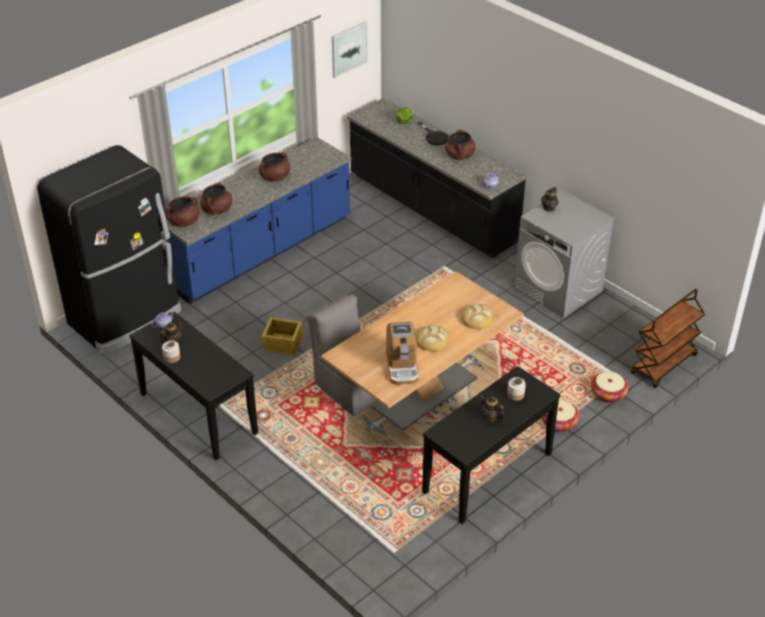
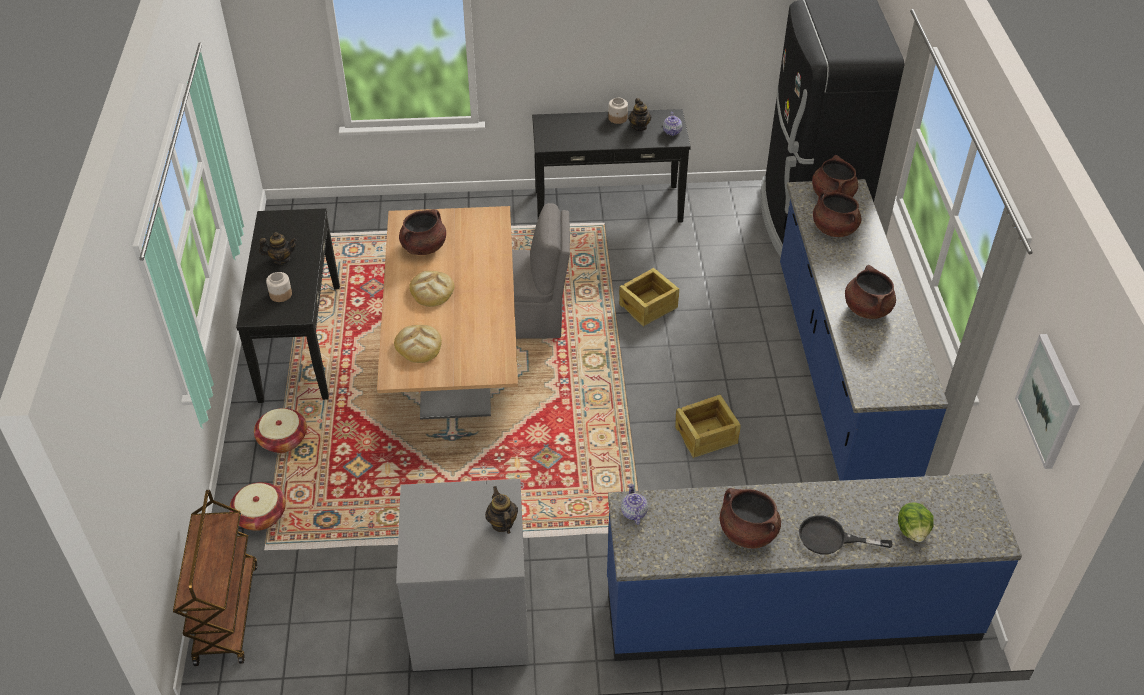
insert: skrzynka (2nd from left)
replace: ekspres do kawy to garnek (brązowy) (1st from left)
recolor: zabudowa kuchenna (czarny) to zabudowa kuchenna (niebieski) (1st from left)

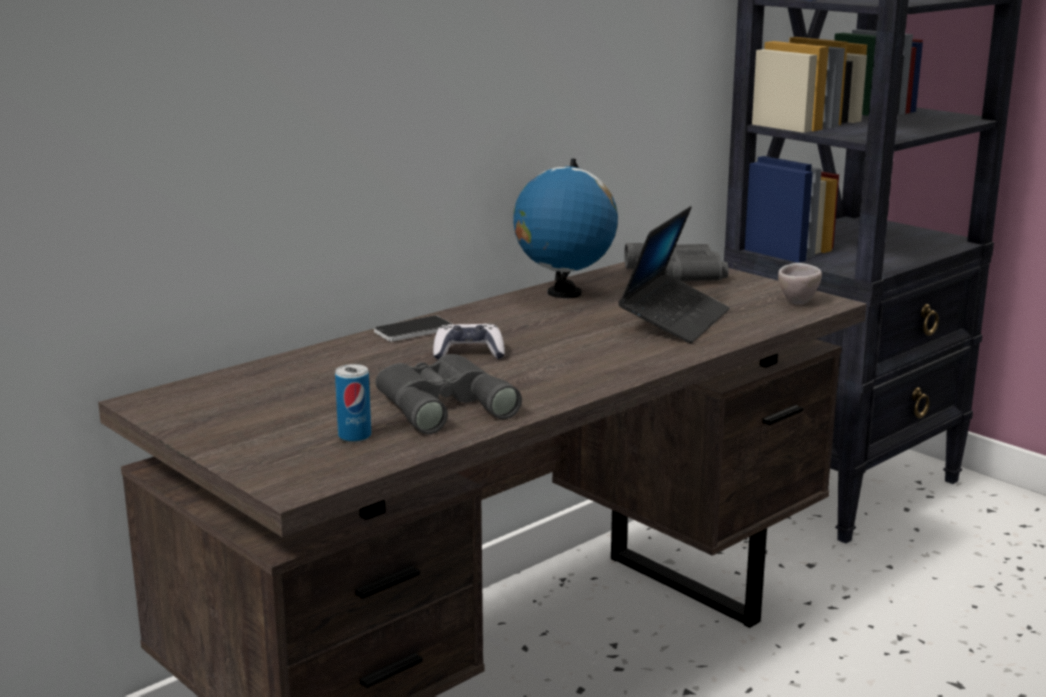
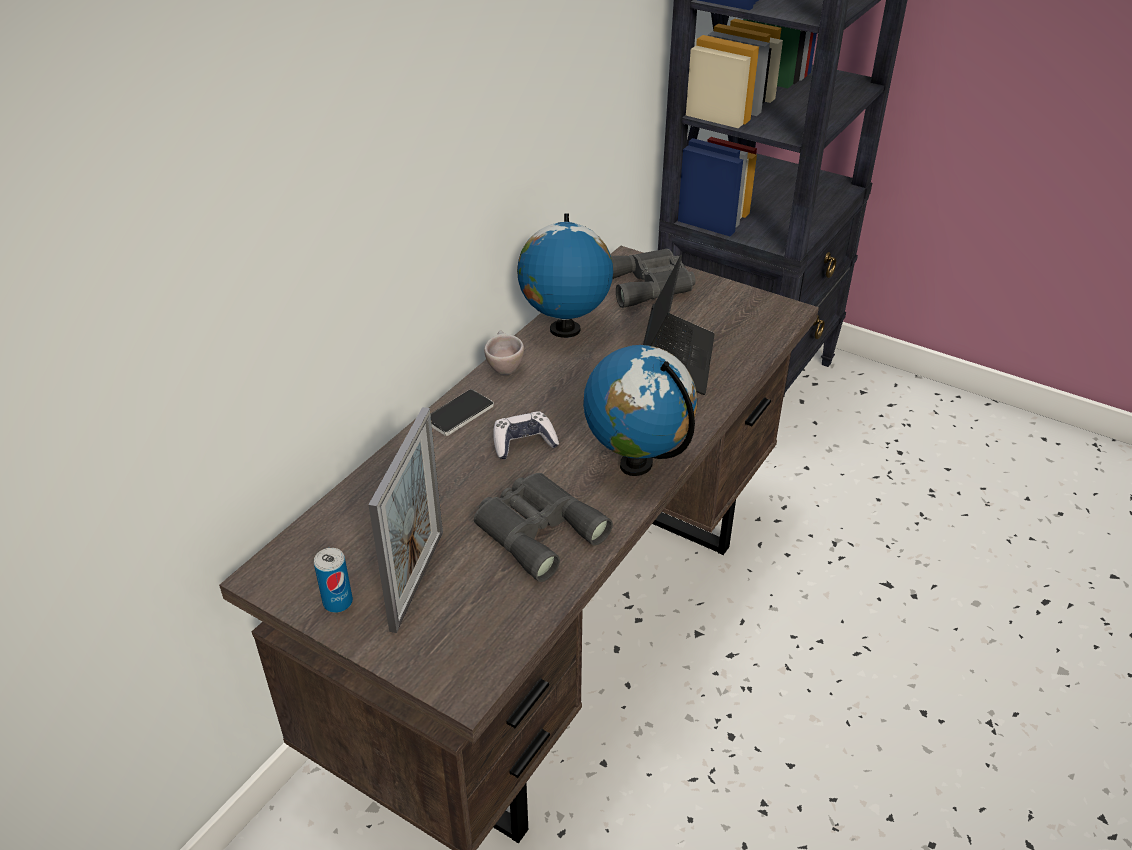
insert: ramka na zdjęcie; globus (2nd from left)
move: puszka; filiżanka (beżowy)

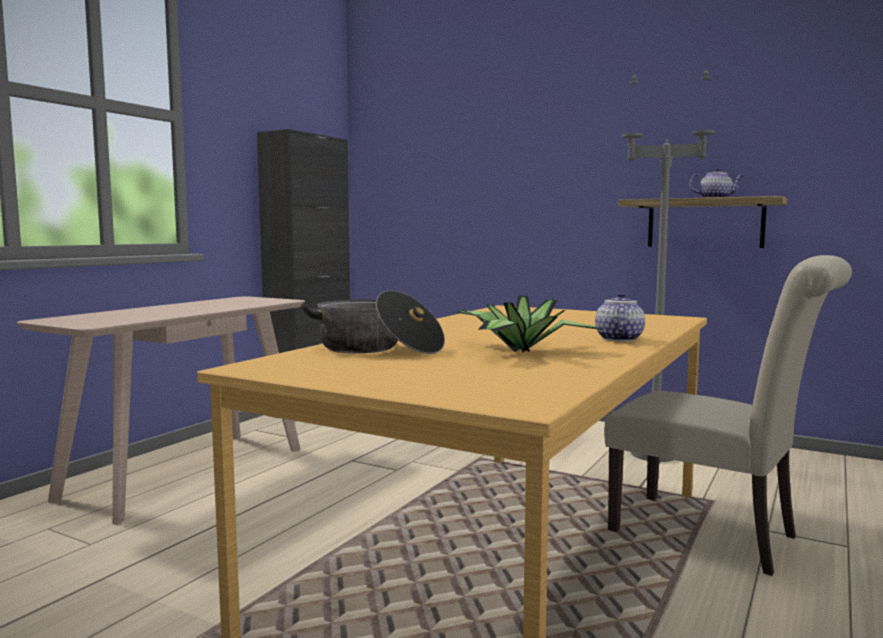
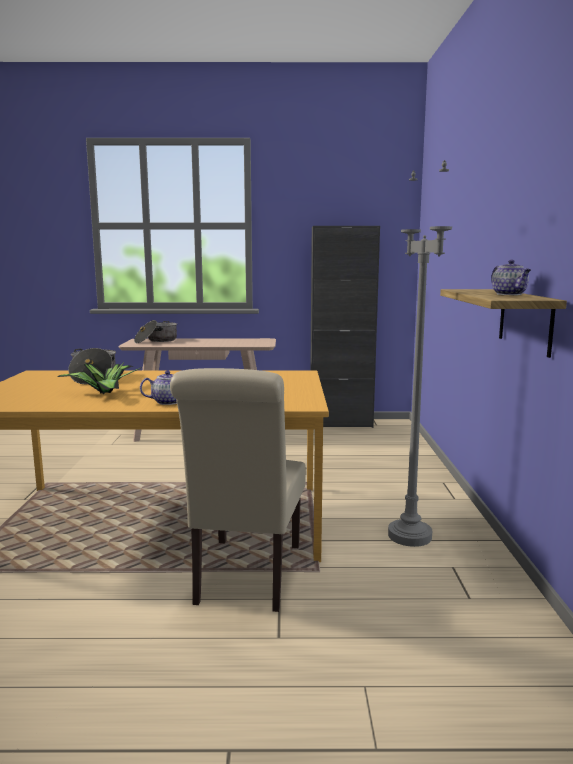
insert: garnek (2nd from left)

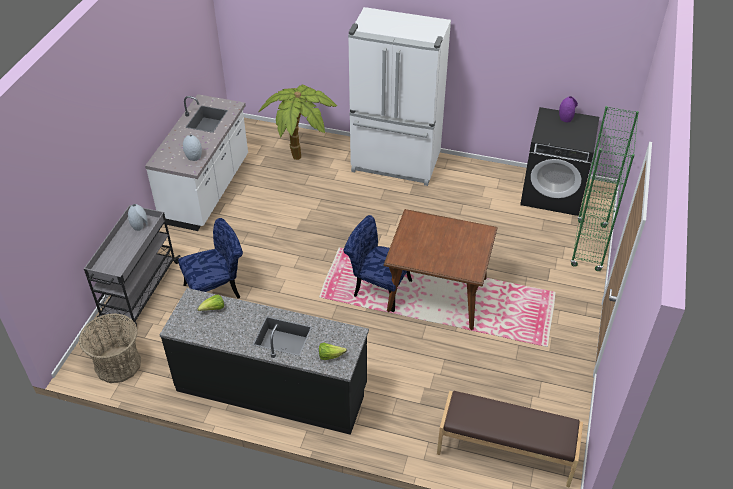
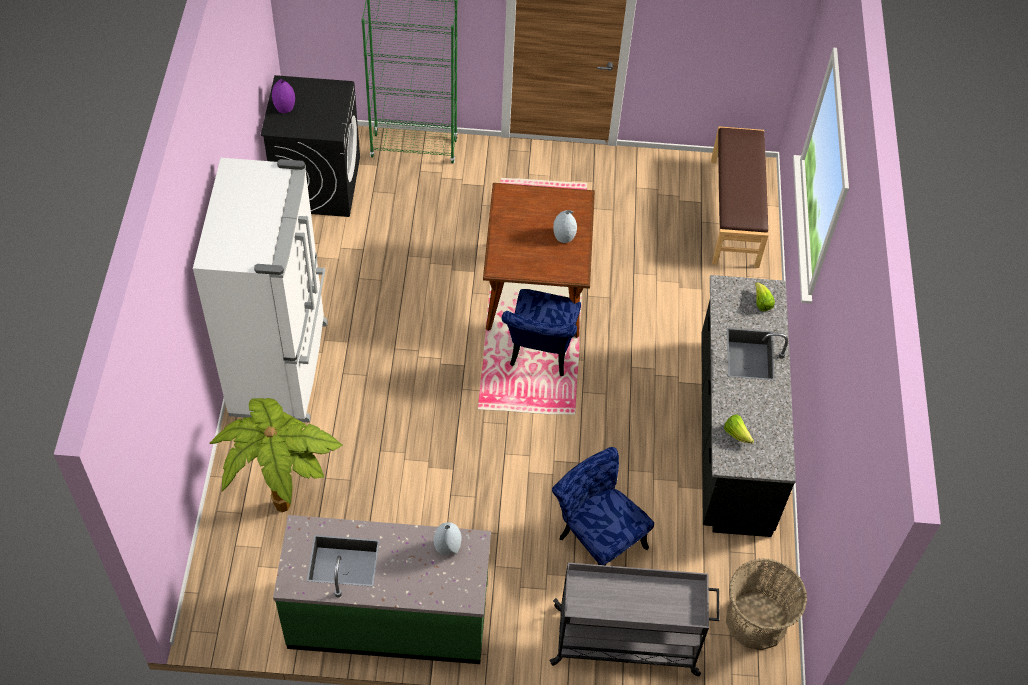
move: wazon (szary) (1st from left in the first image) to wazon (szary) (2nd from left)
recolor: zabudowa kuchenna (biały) to zabudowa kuchenna (zielony)

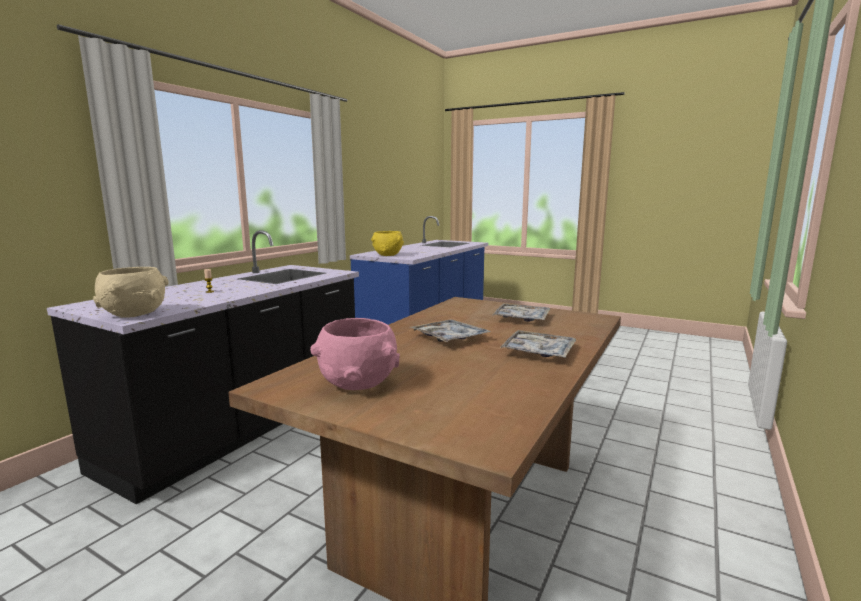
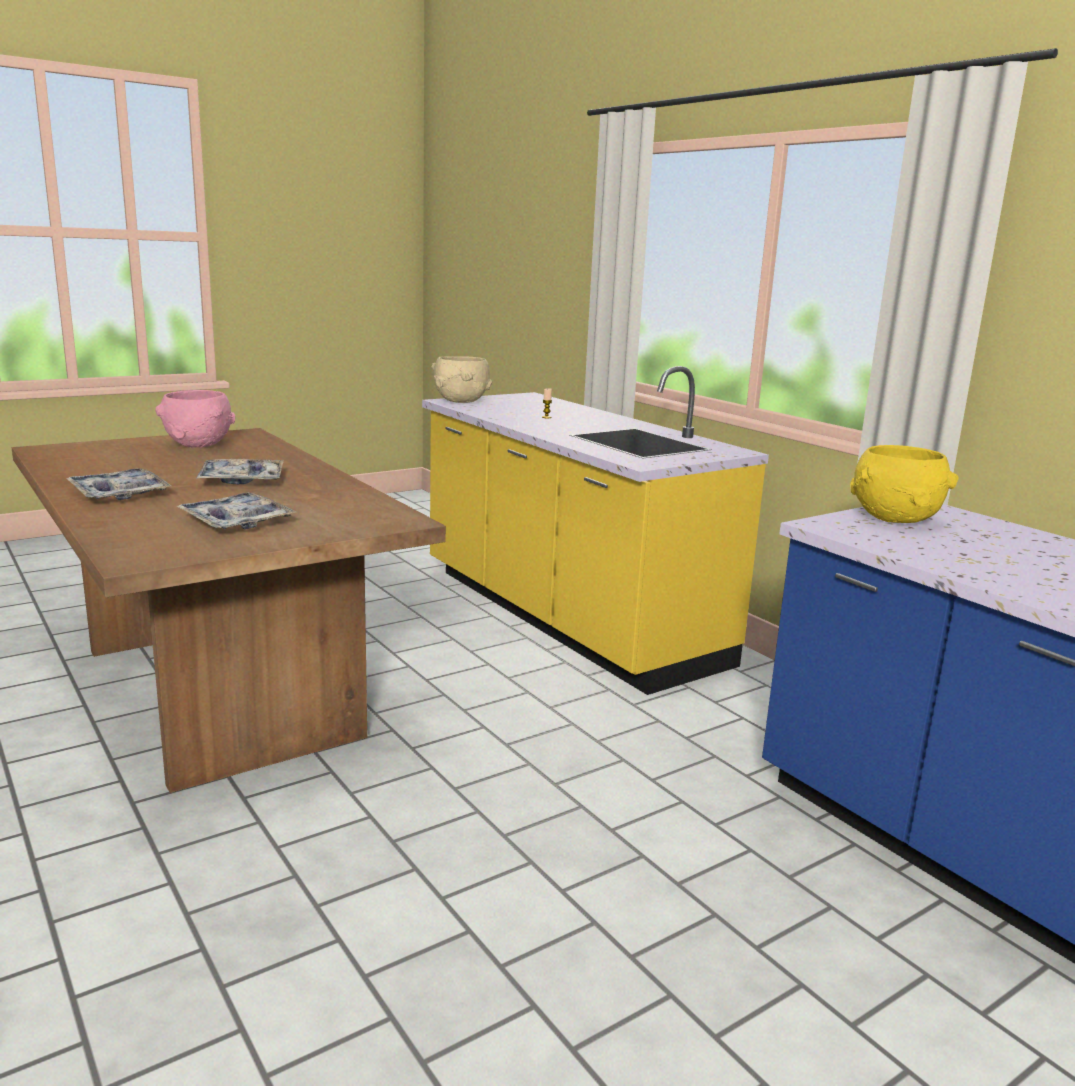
recolor: zabudowa kuchenna (czarny) to zabudowa kuchenna (żółty)

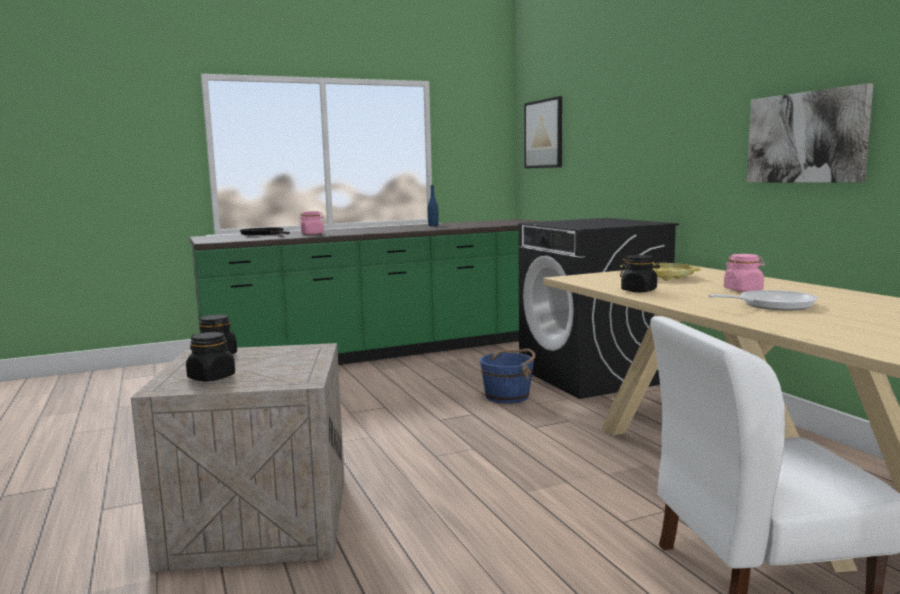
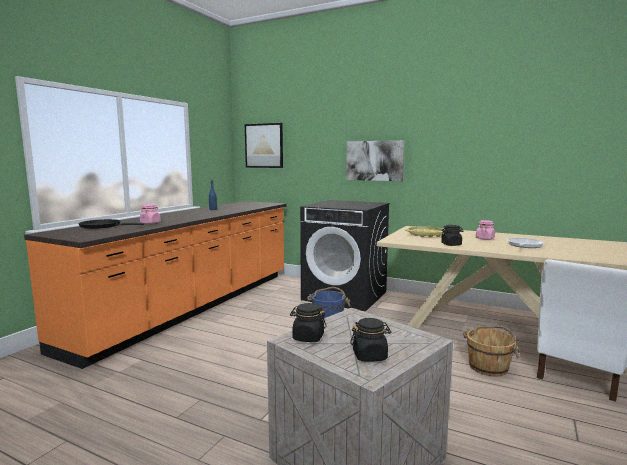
insert: wiadro (brązowy)
move: obraz (2nd from left)
recolor: zabudowa kuchenna (zielony) to zabudowa kuchenna (pomarańczowy)

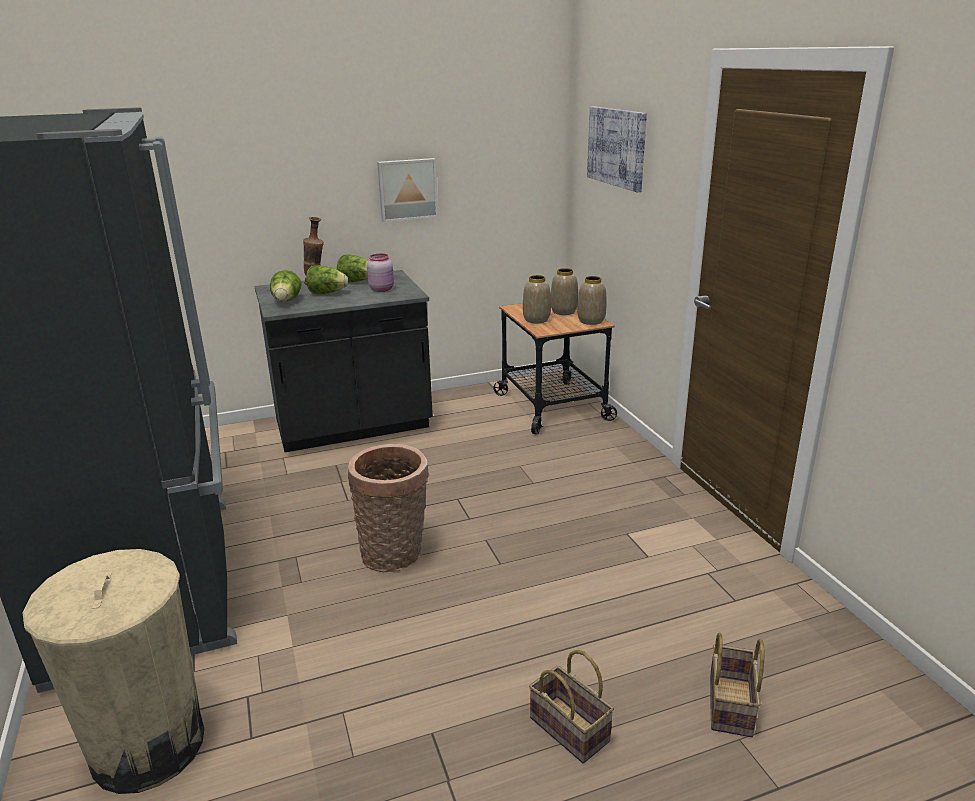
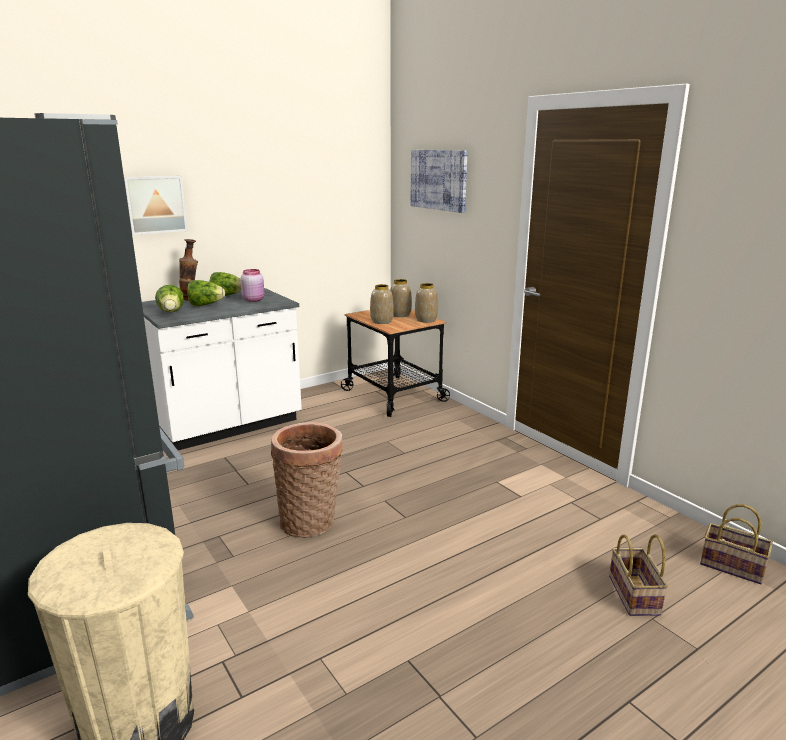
move: obraz (1st from left); koszyk (2nd from left in the first image) to koszyk (3rd from left)
recolor: zabudowa kuchenna (czarny) to zabudowa kuchenna (biały)

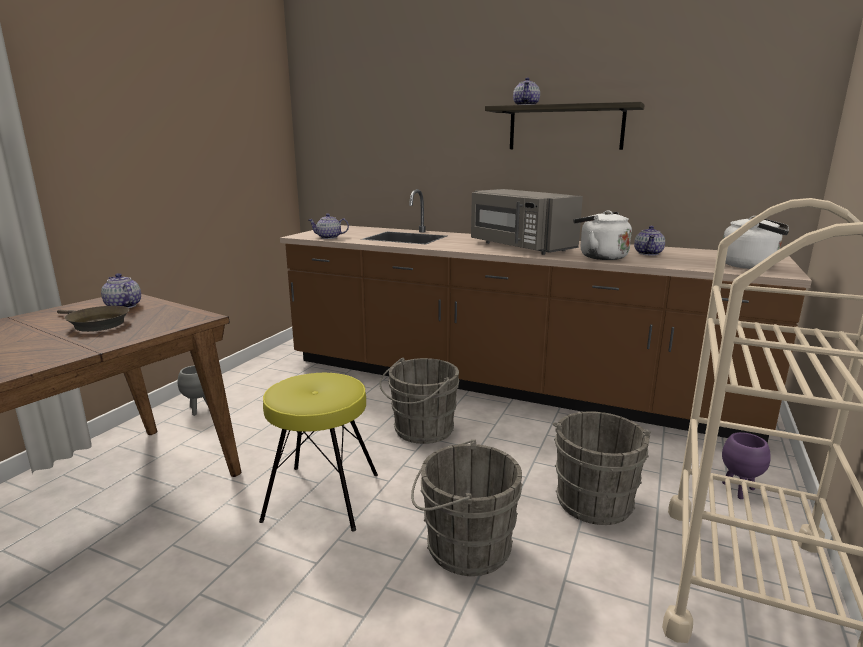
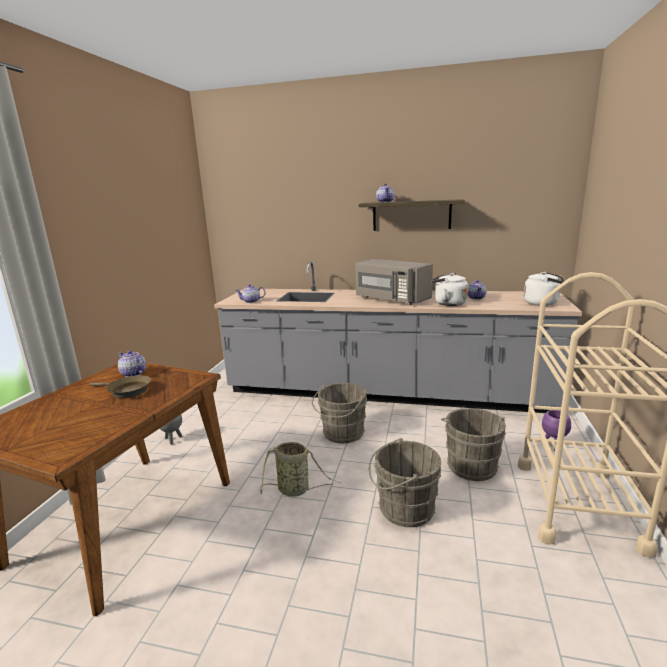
replace: stołek (żółty) to koszyk
recolor: zabudowa kuchenna (brązowy) to zabudowa kuchenna (szary)

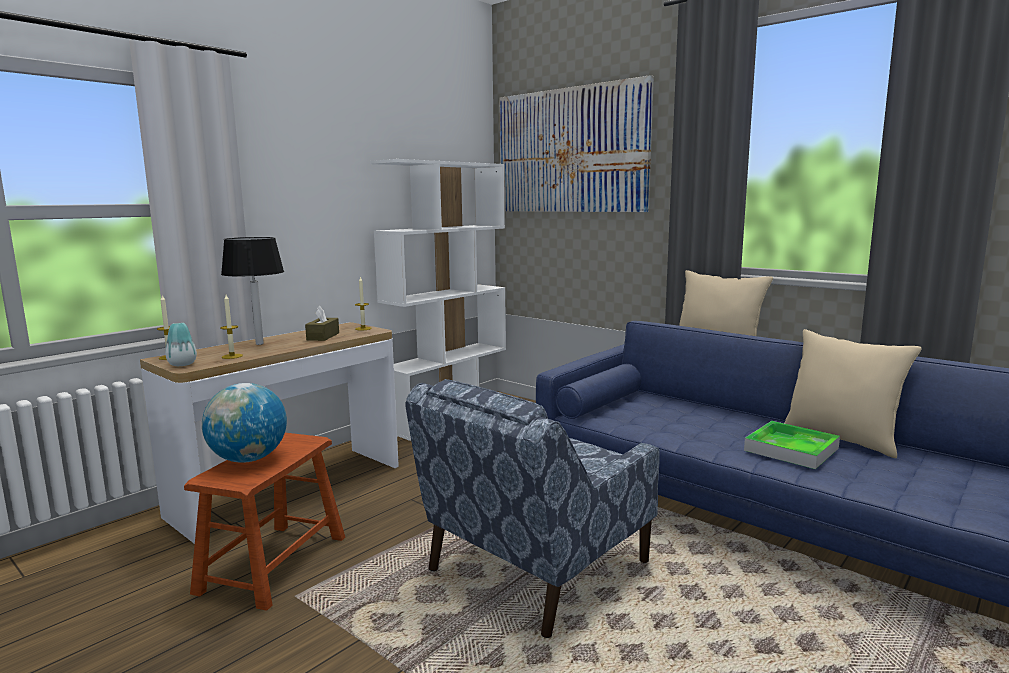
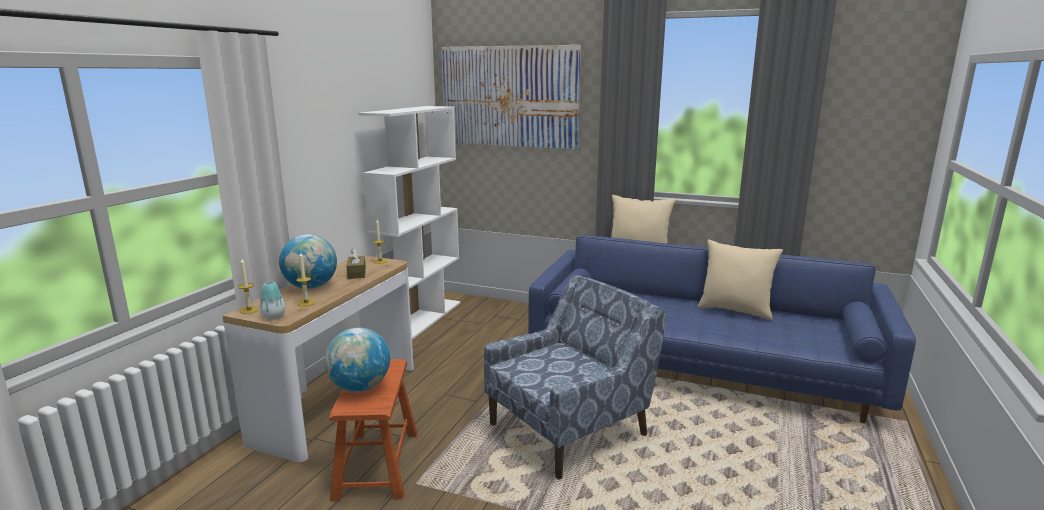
delete: taca
replace: lampa stołowa (czarny) to globus (1st from left)
rotate: fotel (niebieski) 150 degrees counterclockwise

